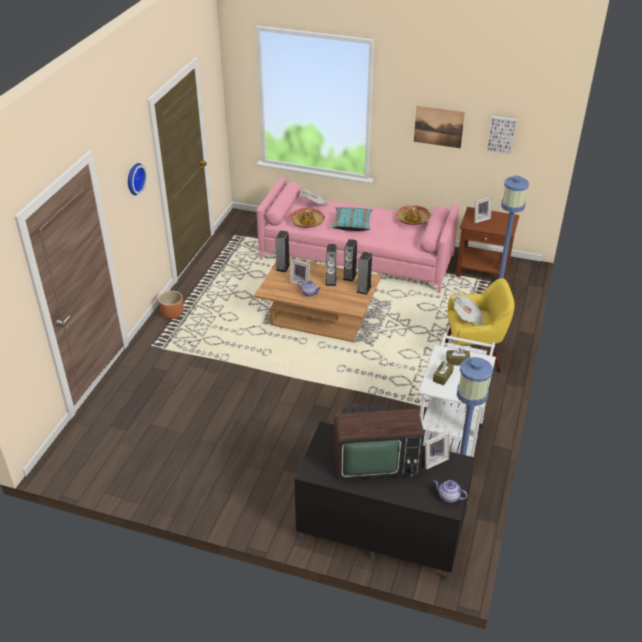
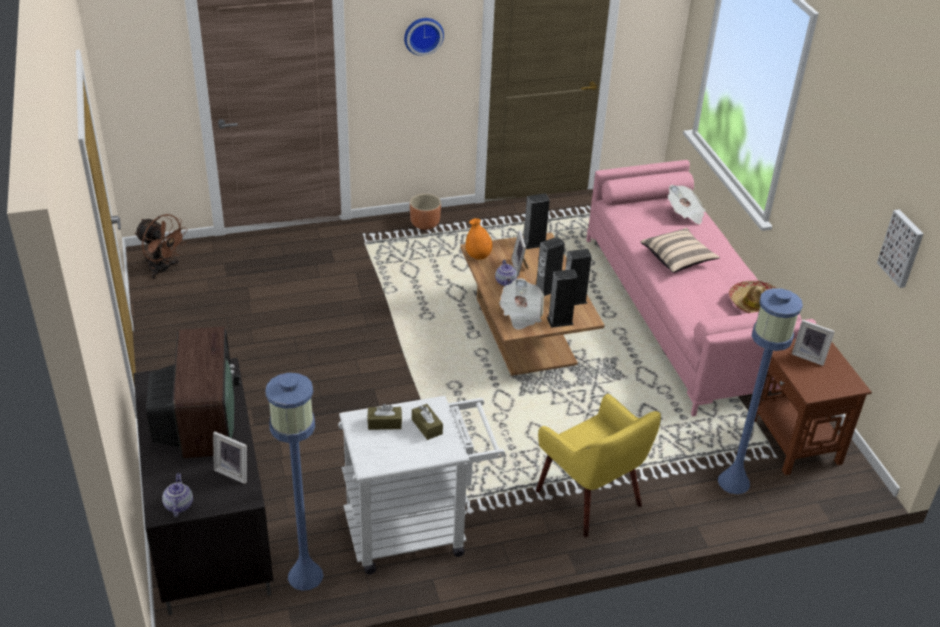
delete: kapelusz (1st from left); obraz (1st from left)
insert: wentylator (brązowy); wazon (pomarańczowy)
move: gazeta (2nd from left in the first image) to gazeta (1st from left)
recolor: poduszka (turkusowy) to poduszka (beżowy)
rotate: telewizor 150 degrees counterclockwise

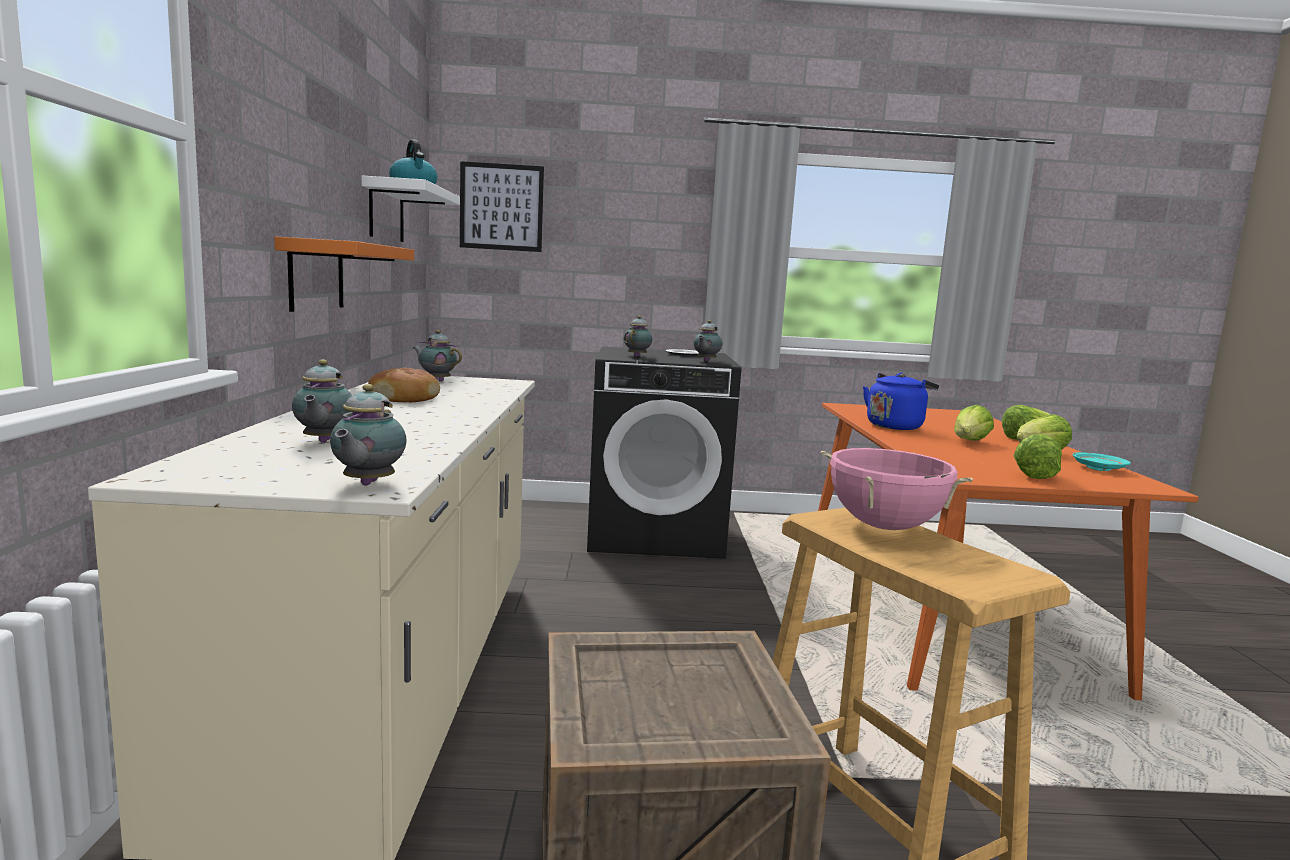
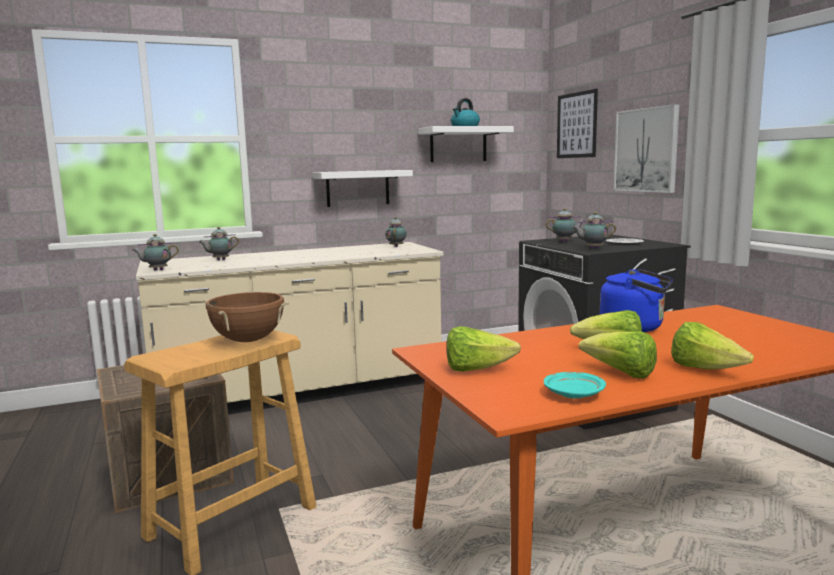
delete: chleb
insert: obraz (2nd from left)
recolor: półka (pomarańczowy) to półka (biały) (1st from left); garnek (różowy) to garnek (brązowy)

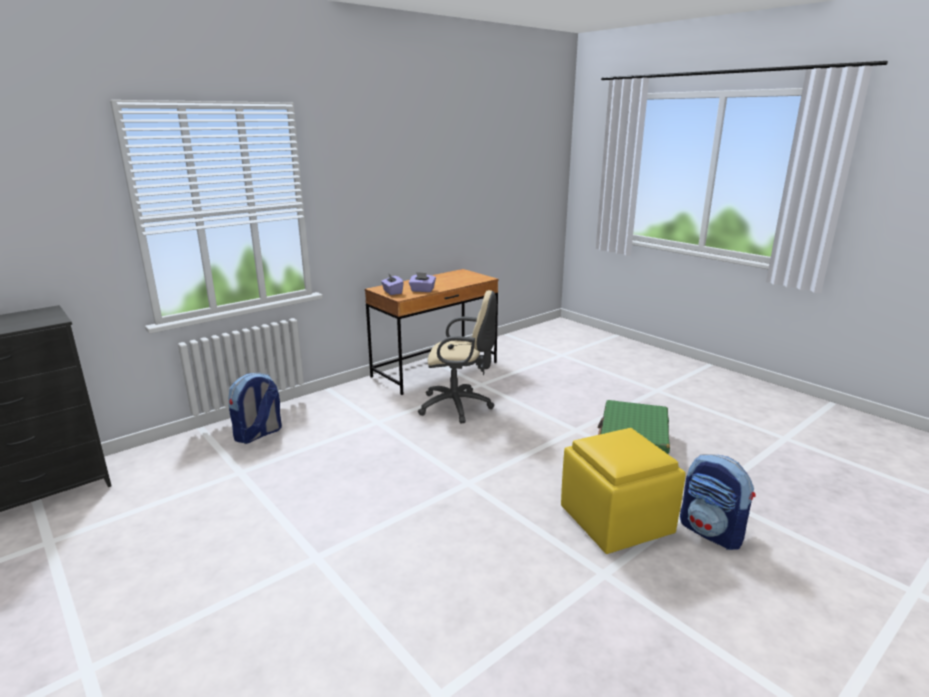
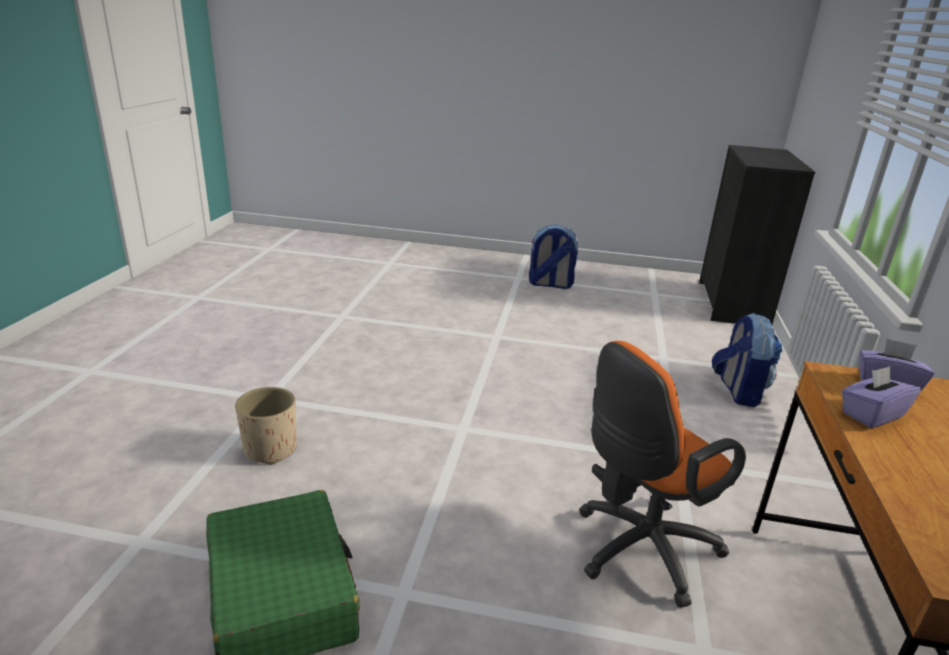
move: plecak (2nd from left in the first image) to plecak (1st from left)
replace: pufa (żółty) to donica (beżowy)
recolor: krzesło biurowe (beżowy) to krzesło biurowe (pomarańczowy)

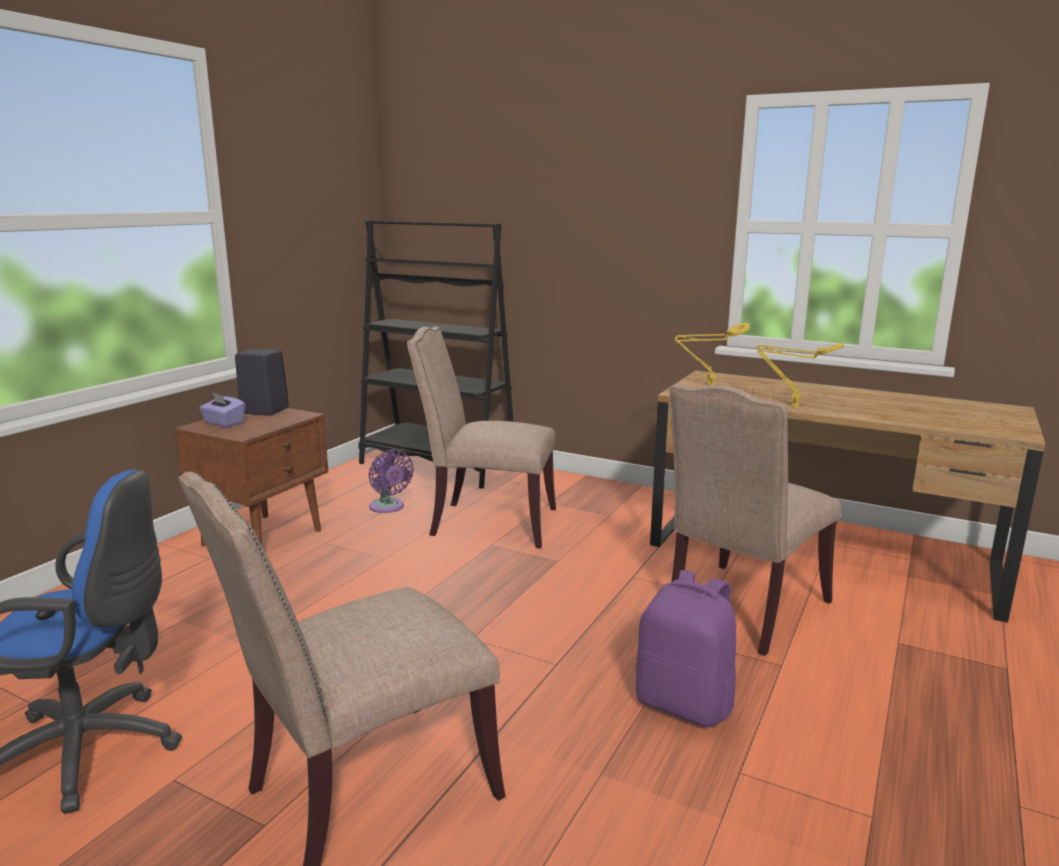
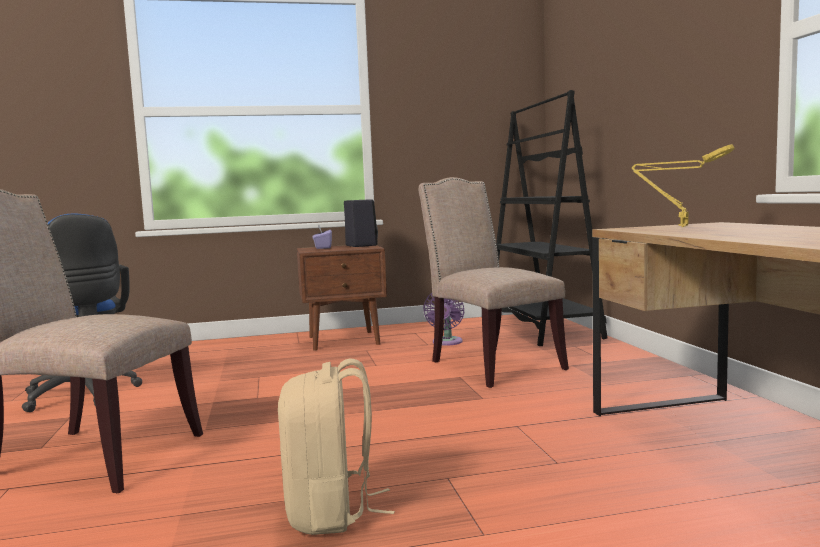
delete: krzesło (beżowy) (3rd from left); lampa stołowa (żółty) (2nd from left)
recolor: plecak (fioletowy) to plecak (beżowy)

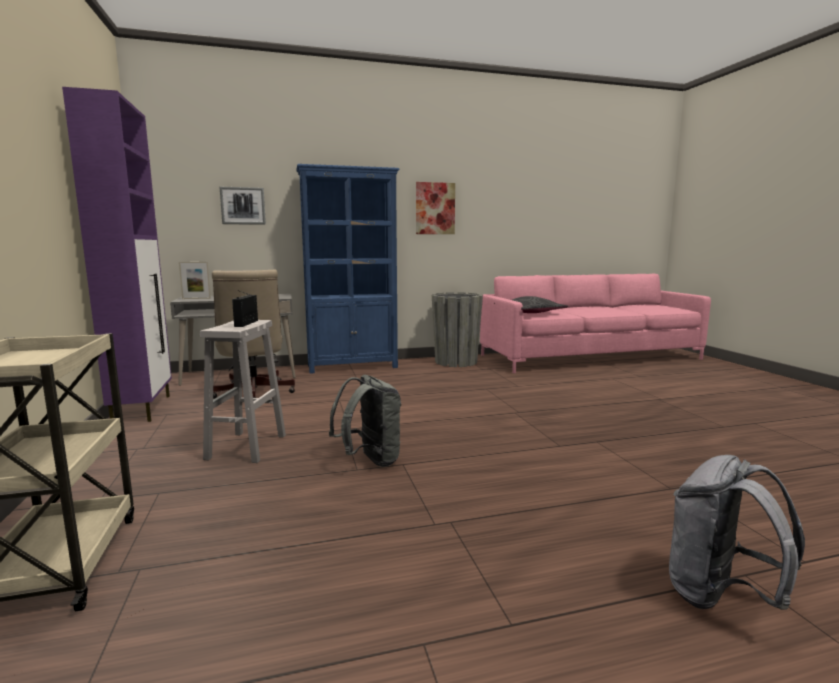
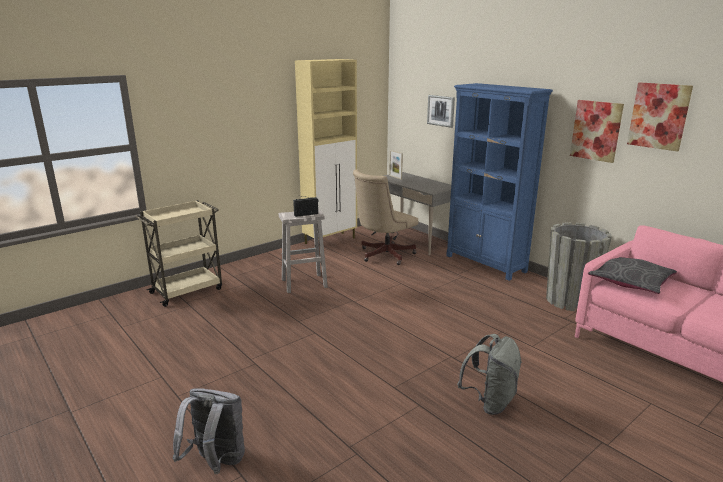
insert: obraz (3rd from left)
move: plecak (szary) (1st from left in the first image) to plecak (szary) (2nd from left)
recolor: szafka (fioletowy) to szafka (beżowy)

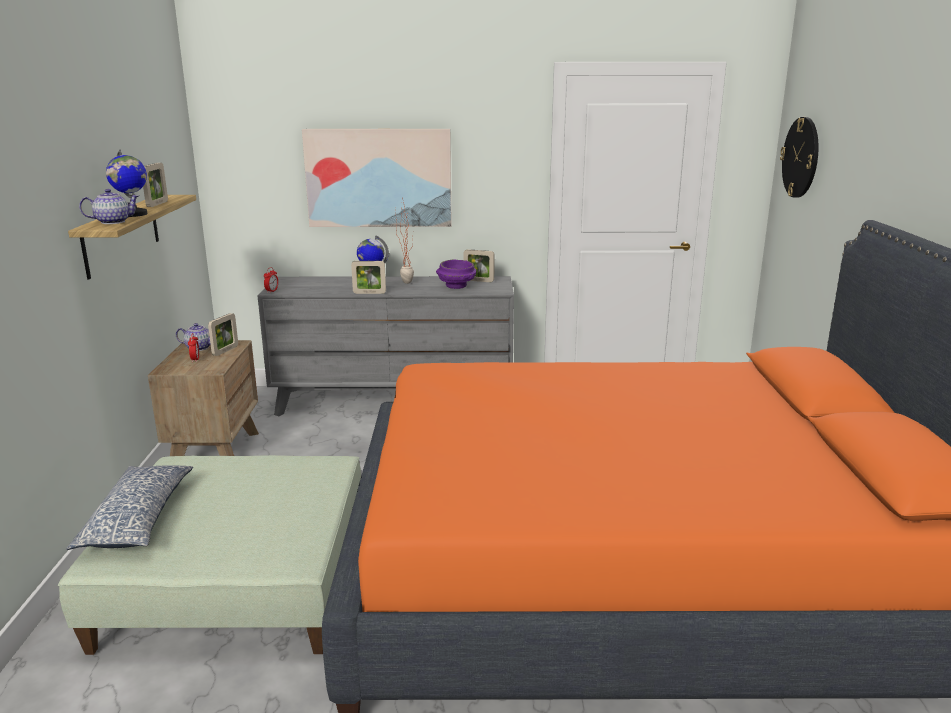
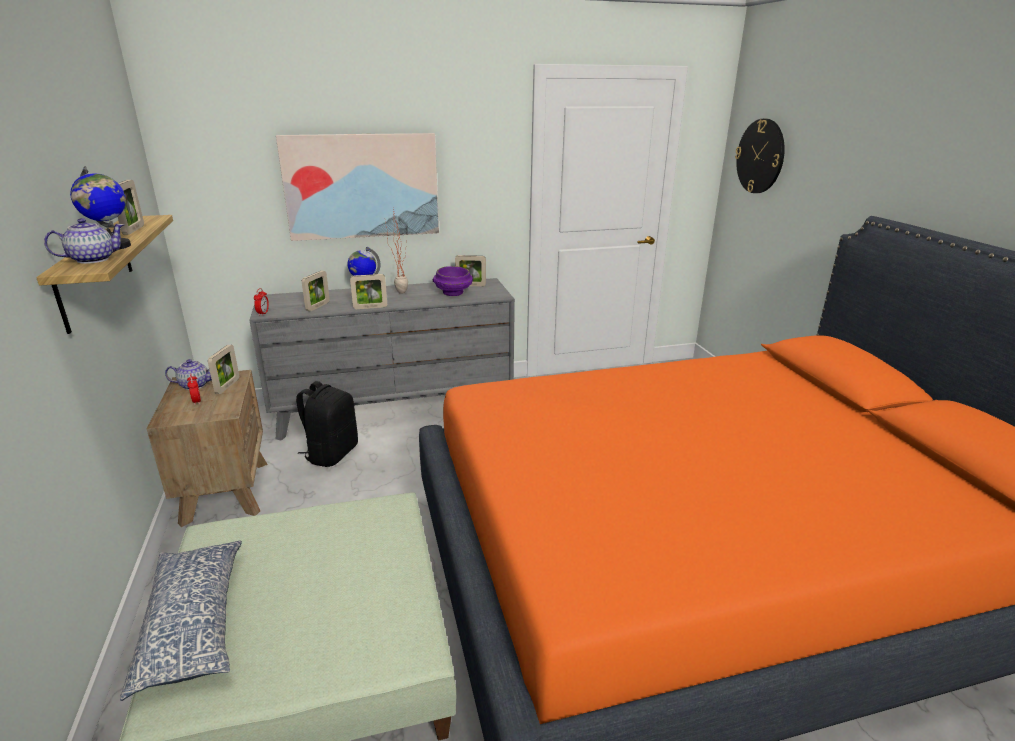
insert: plecak (czarny); ramka na zdjęcie (3rd from left)

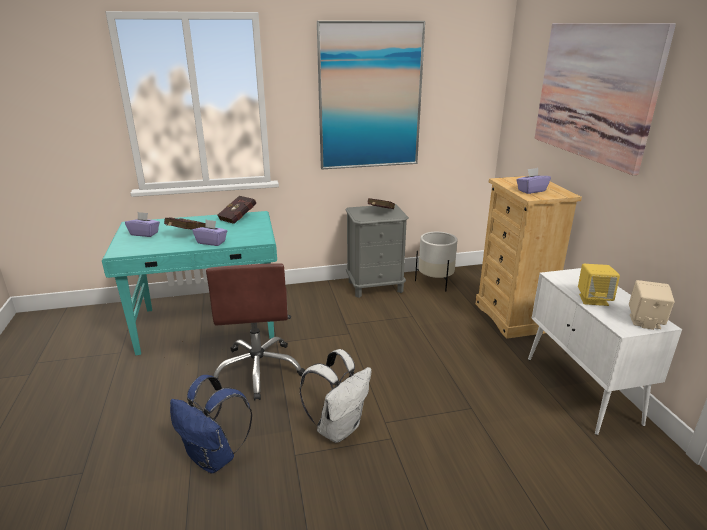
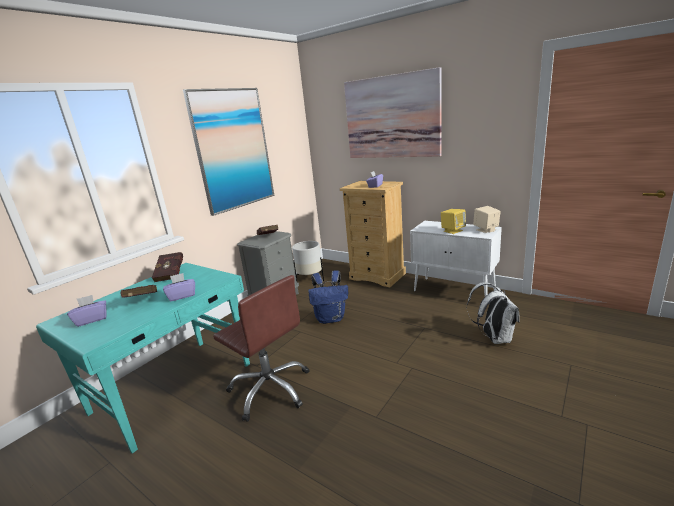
move: plecak (niebieski); plecak (biały)

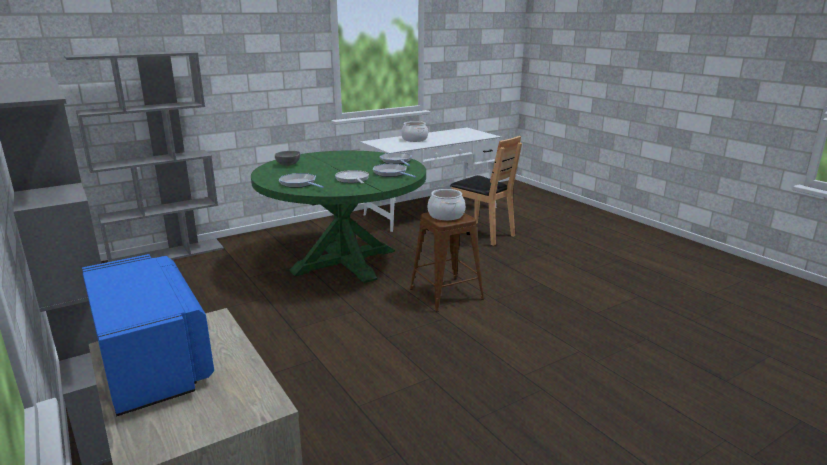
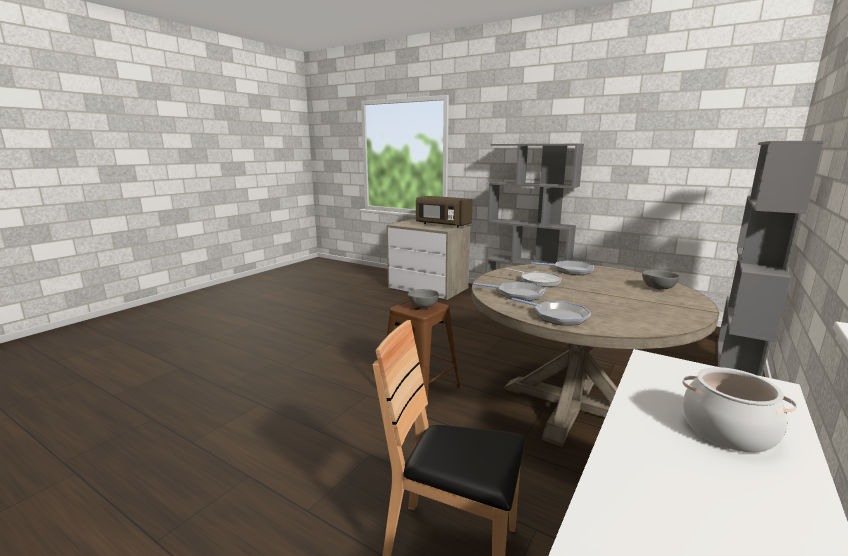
replace: garnek (2nd from left) to miska (szary) (1st from left)
recolor: mikrofalówka (niebieski) to mikrofalówka (brązowy); stół jadalny (zielony) to stół jadalny (beżowy)

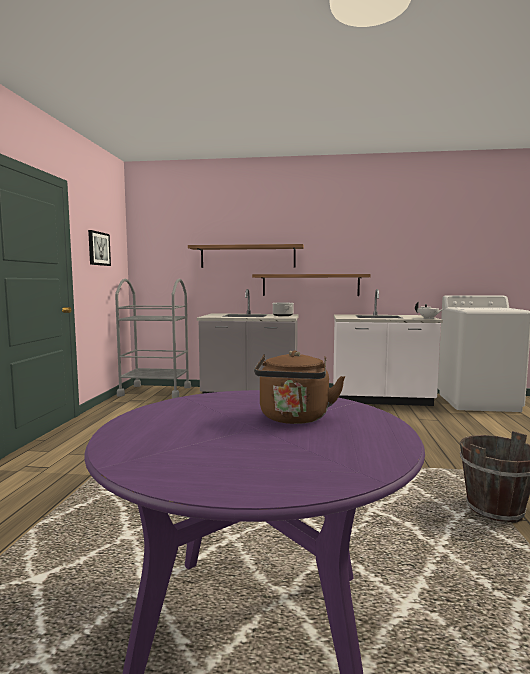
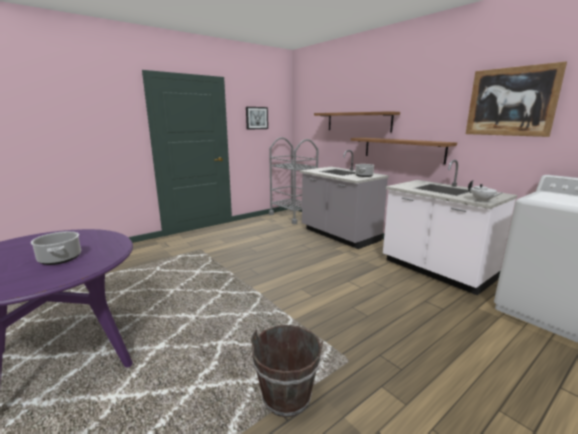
insert: obraz (2nd from left)
replace: czajnik (brązowy) to garnek (1st from left)

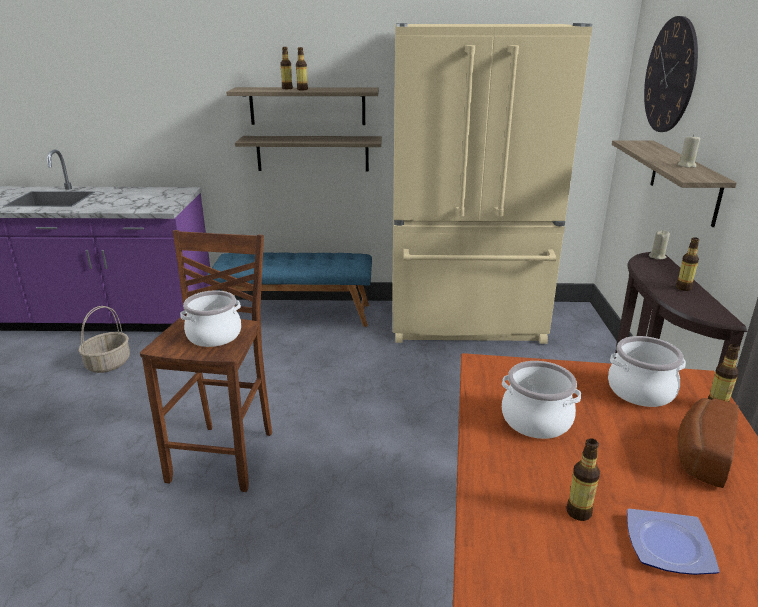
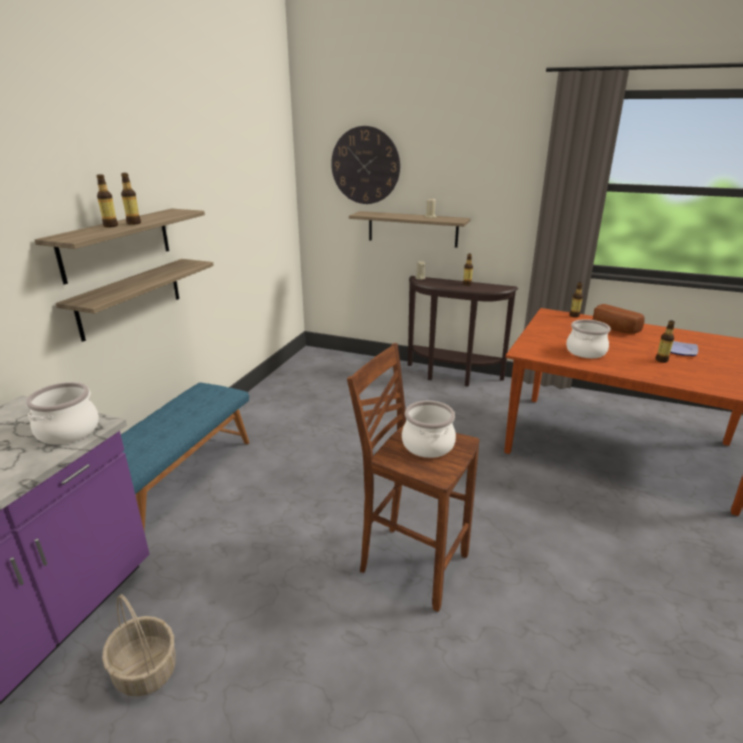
delete: lodówka (beżowy)
move: garnek (3rd from left in the first image) to garnek (1st from left)

